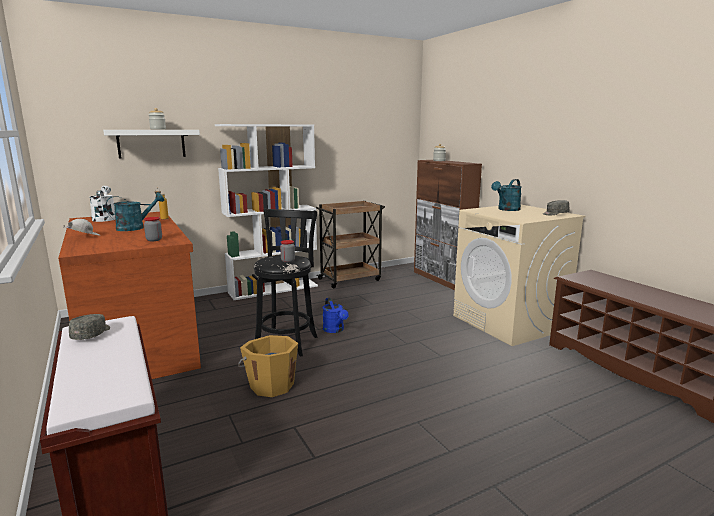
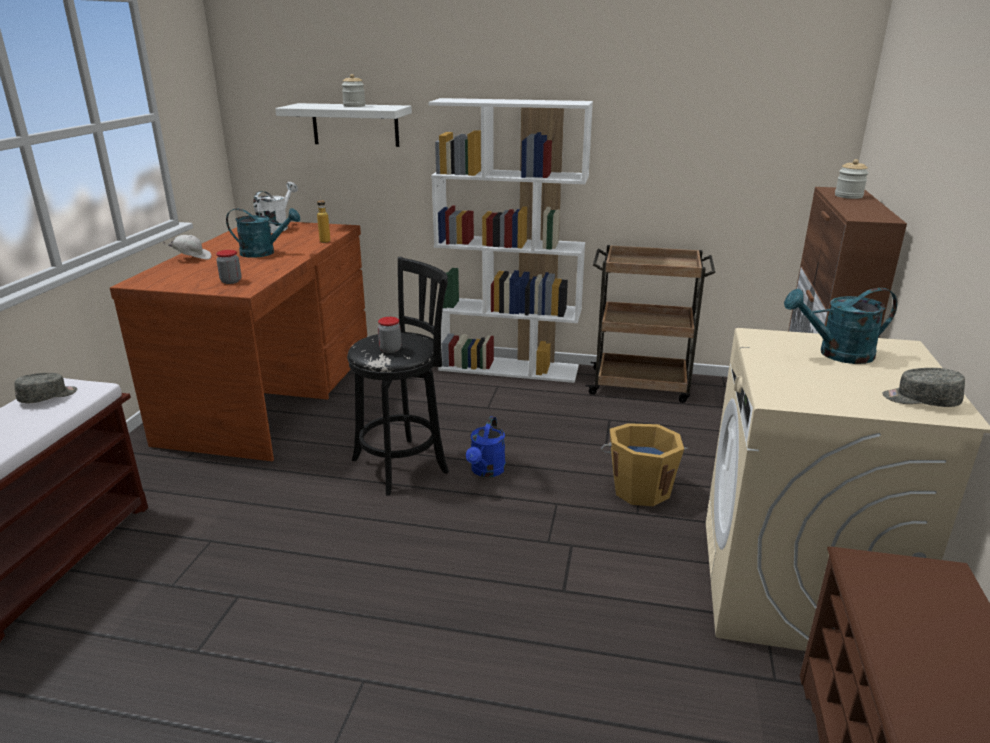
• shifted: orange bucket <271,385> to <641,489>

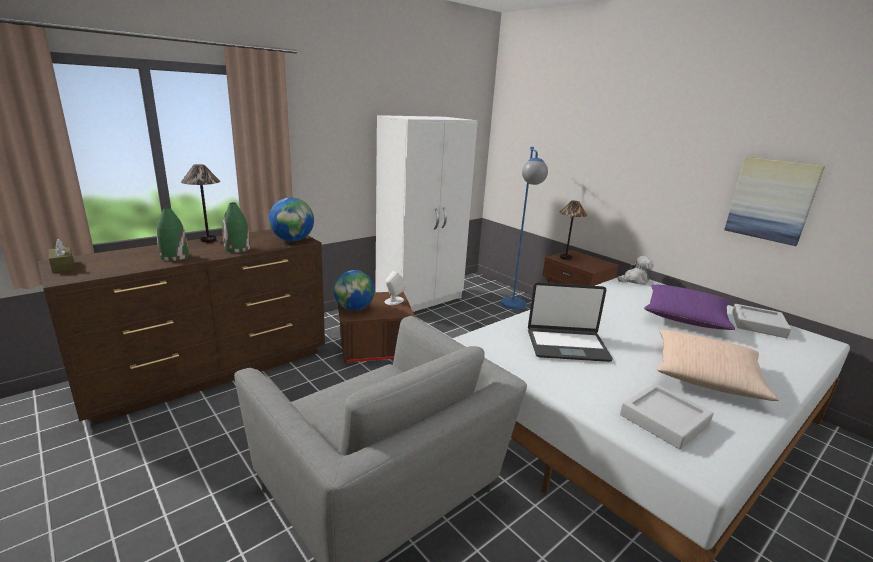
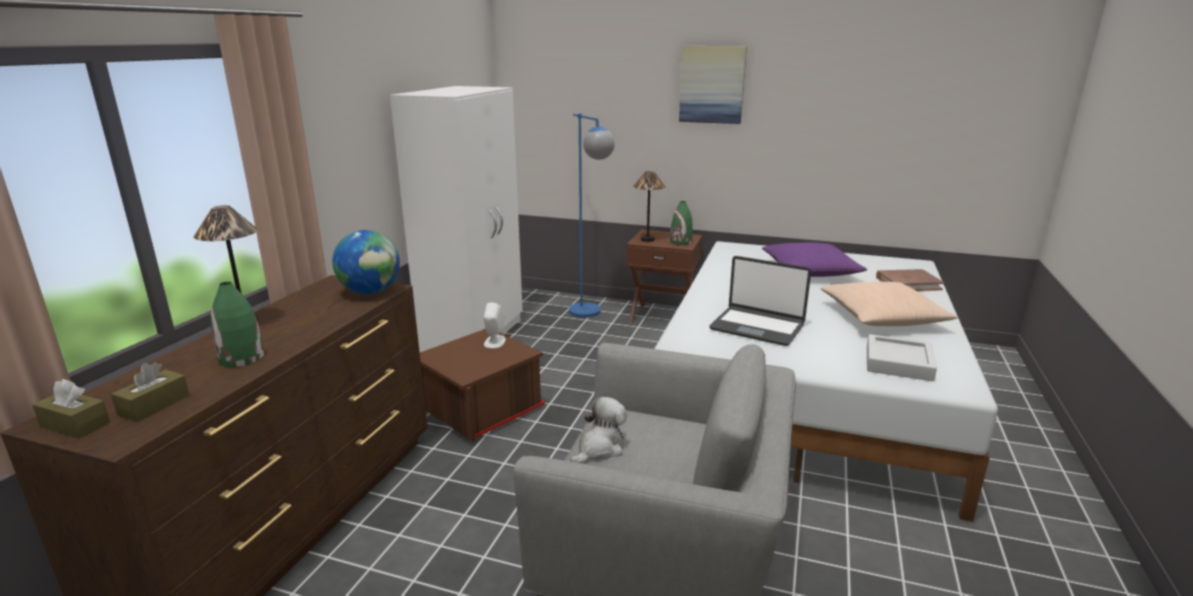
• new: brown tissue box <154,405>
• shifted: plush toy <634,280> to <599,448>
• shifted: green vase <237,249> to <681,242>
• shifted: picture <771,200> to <712,84>
• rotated: laptop <567,345> = <757,327> 60 degrees clockwise
• new: brown book <908,283>
• gone: globe <354,308>
• gone: grey tray <758,324>

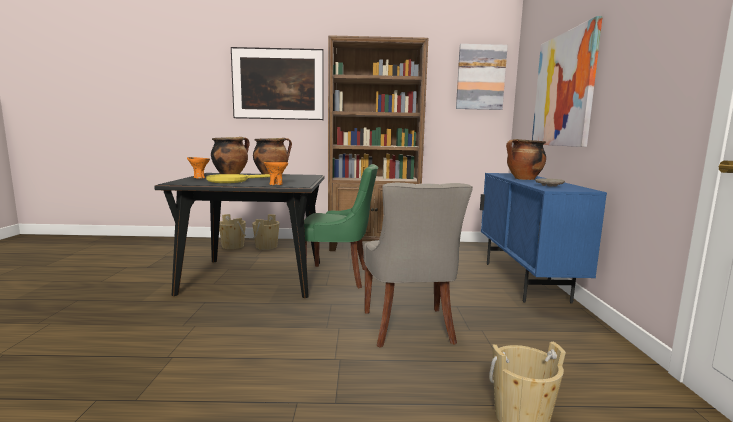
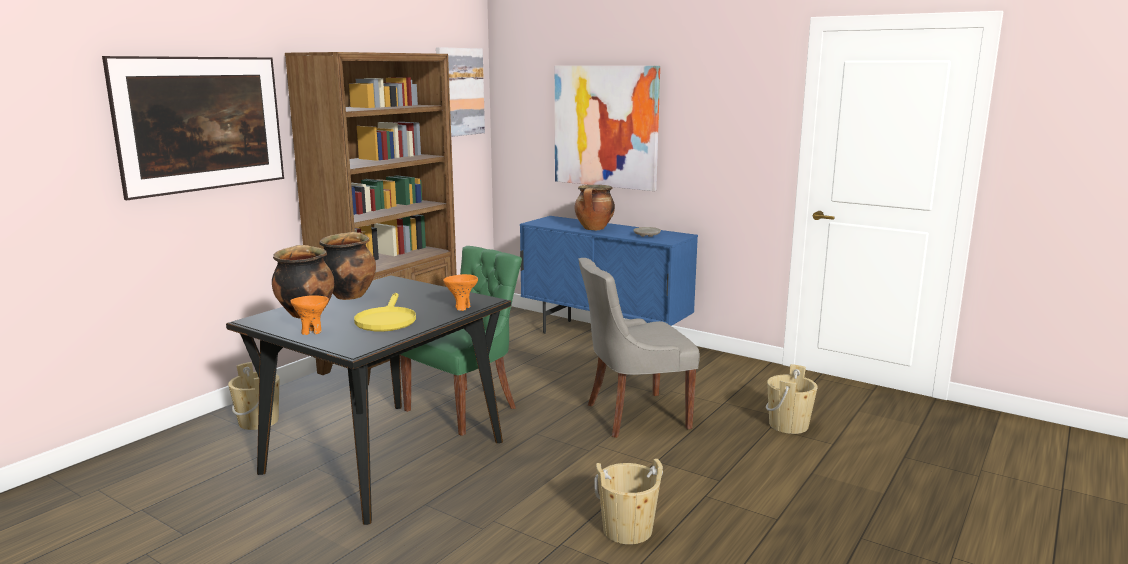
• rotated: grey chair <409,328> = <634,415> 135 degrees clockwise
• shifted: beige bucket <233,246> to <627,530>

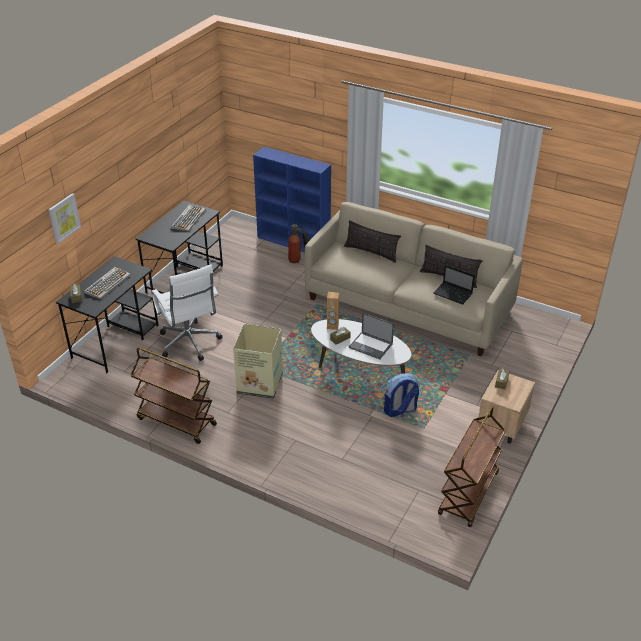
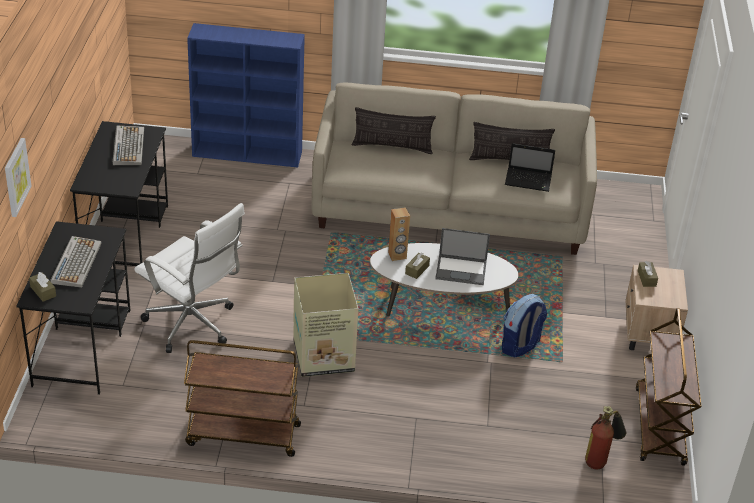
• shifted: fire extinguisher <299,259> to <601,458>

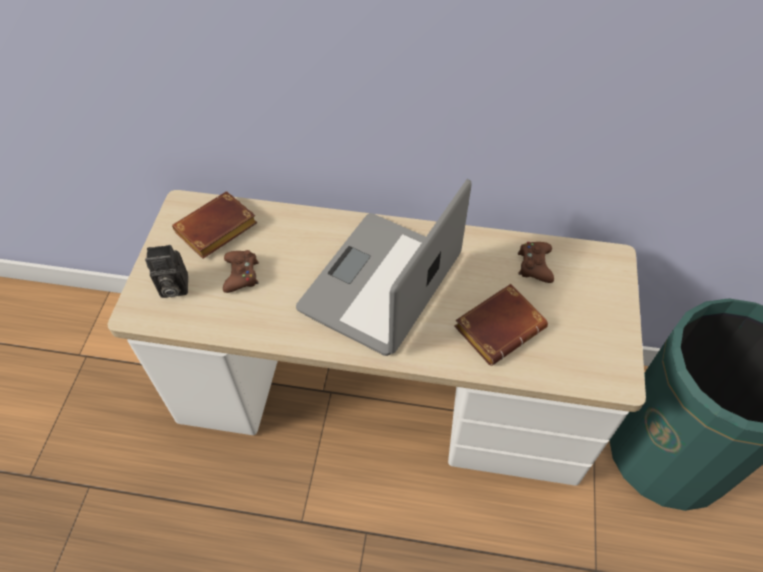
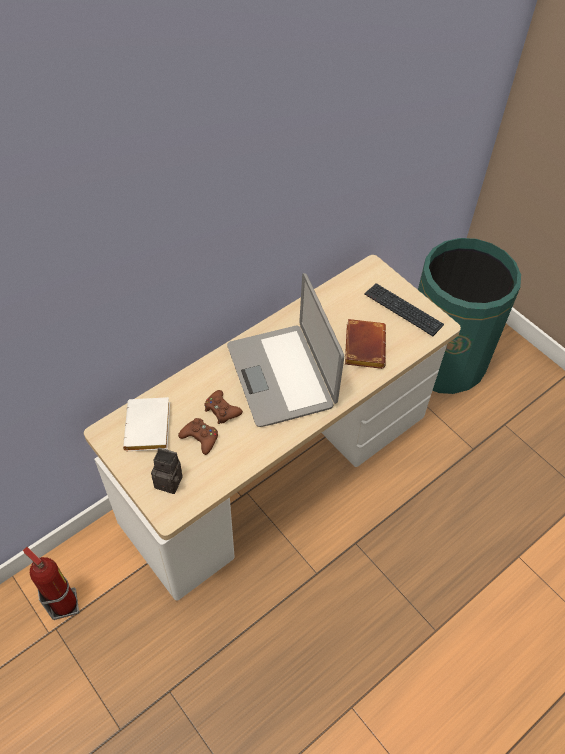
• new: fire extinguisher <64,604>
• repainted: brown book <216,231> to white book <150,429>
• rotated: photo camera <172,288> = <170,481> 105 degrees counterclockwise
• shifted: brown game controller <534,265> to <221,410>
• new: keyboard <403,310>

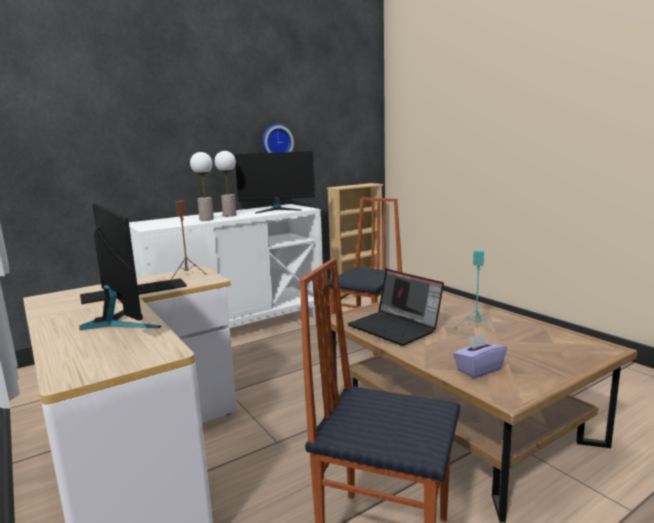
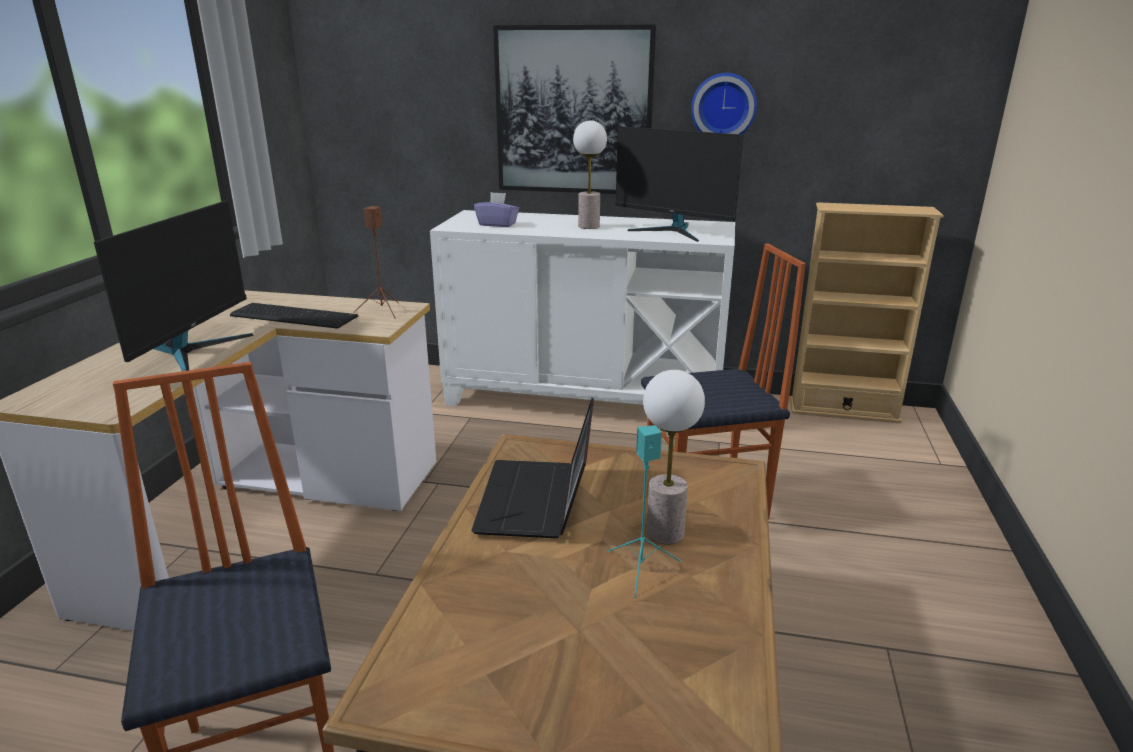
• shifted: purple tissue box <478,369> to <497,224>
• new: picture <573,111>
• shifted: table lamp <206,219> to <665,532>

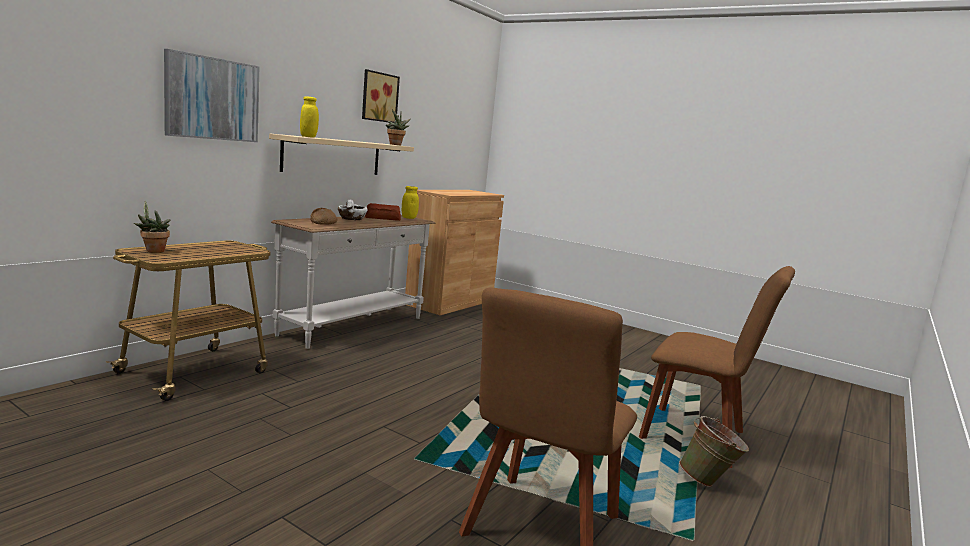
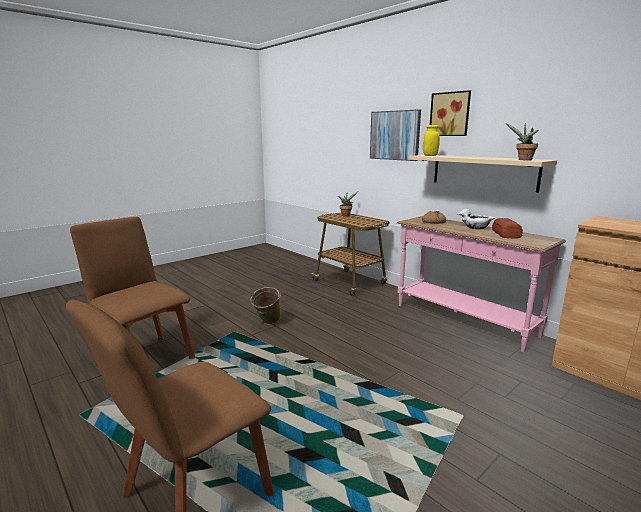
• shifted: green bucket <709,482> to <267,323>
• repainted: white console table <354,326> to pink console table <463,320>
• shifted: picture <378,97> to <450,114>
• gone: yellow jar <409,218>

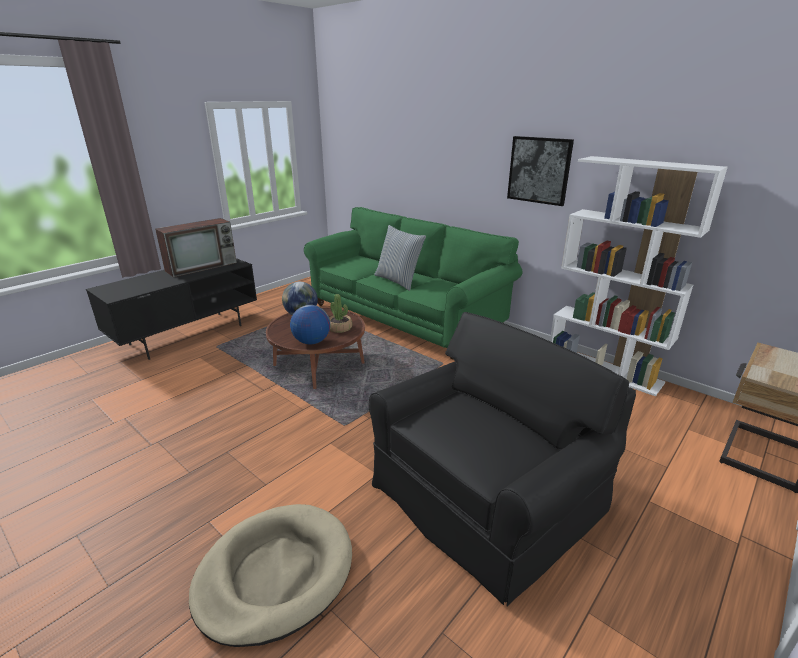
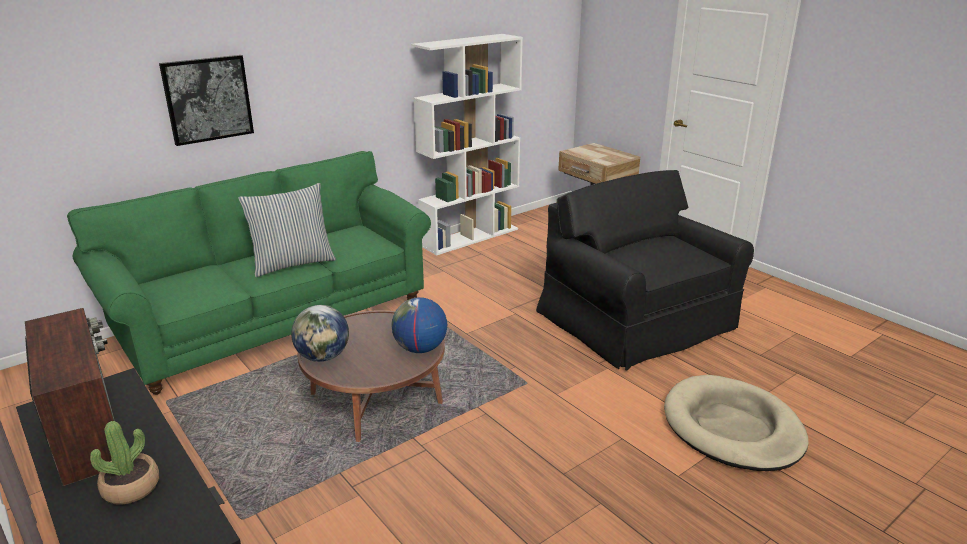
• shifted: potted plant <340,328> to <131,487>
• shifted: picture <539,170> to <208,99>

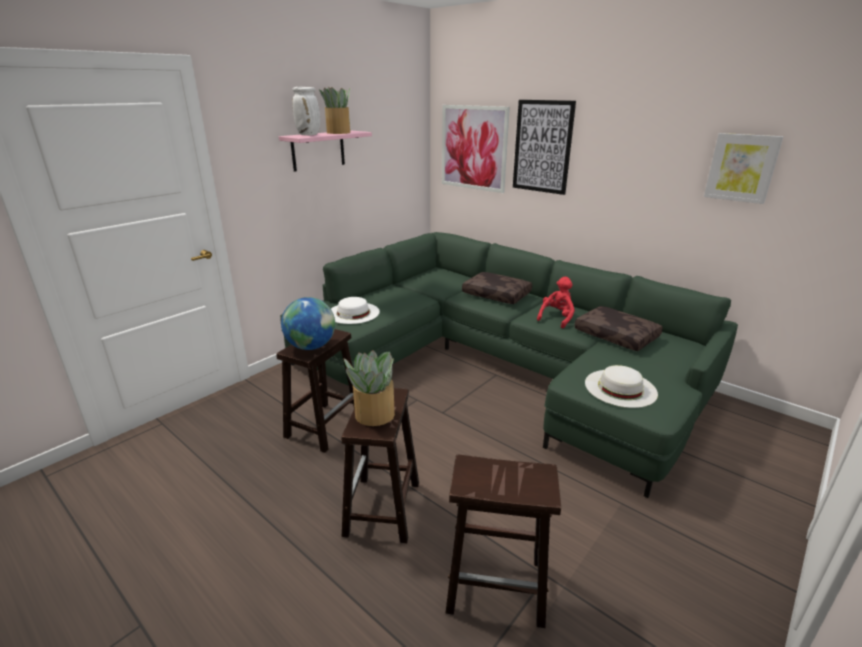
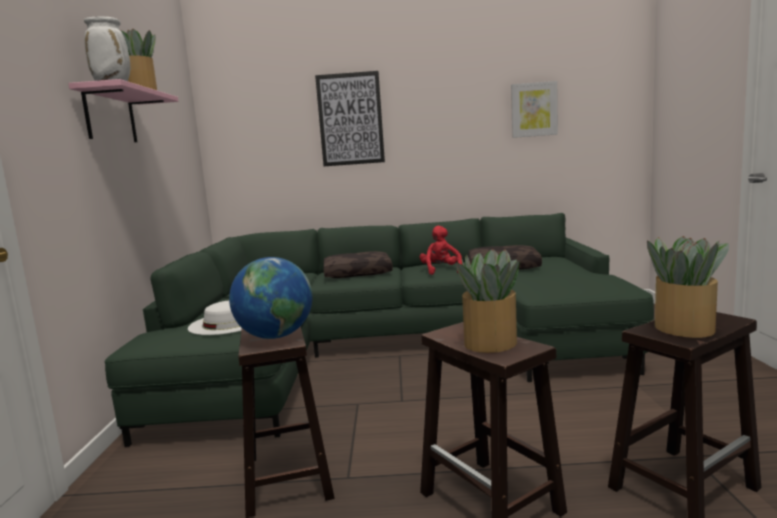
• new: potted plant <683,328>
• gone: picture <473,148>
• gone: white hat <620,388>

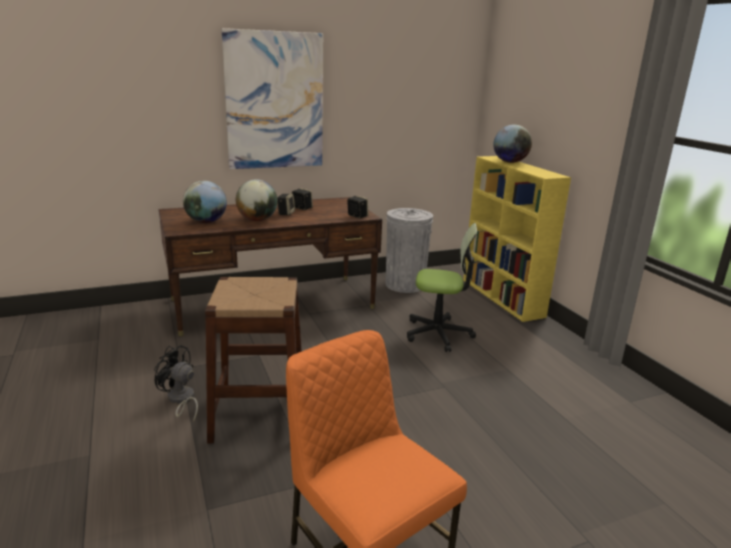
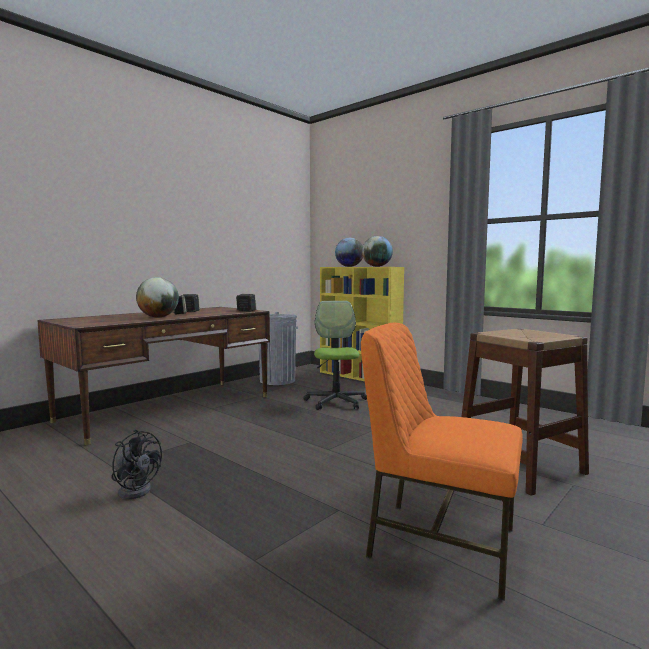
• rotated: black fan <180,400> = <136,489> 150 degrees counterclockwise
• rotated: office chair <438,334> = <336,402> 75 degrees counterclockwise
• shifted: globe <206,222> to <377,266>
• shifted: brown stool <259,413> to <520,466>
• gone: picture <274,101>

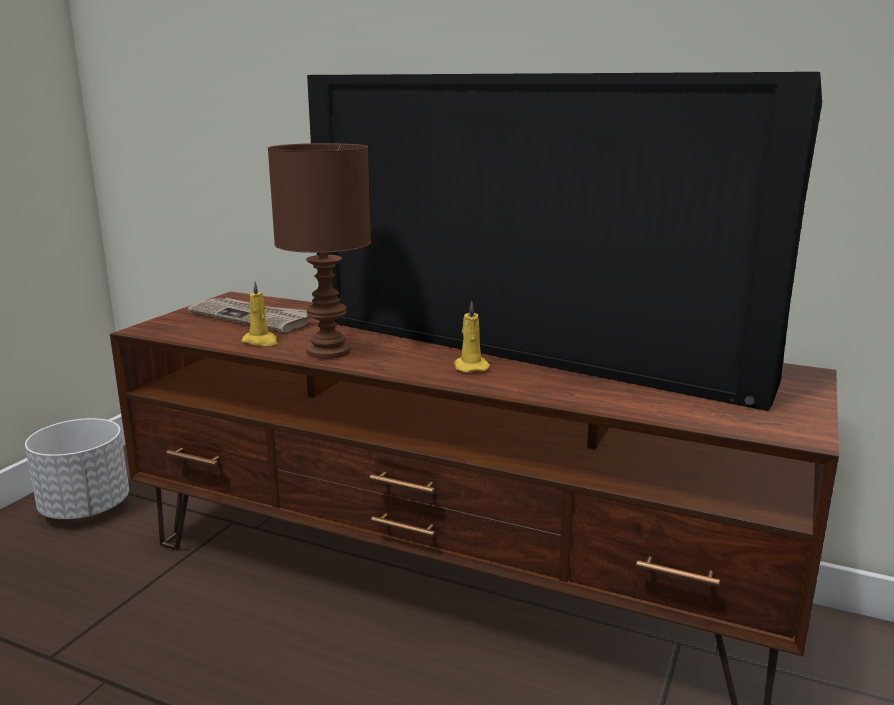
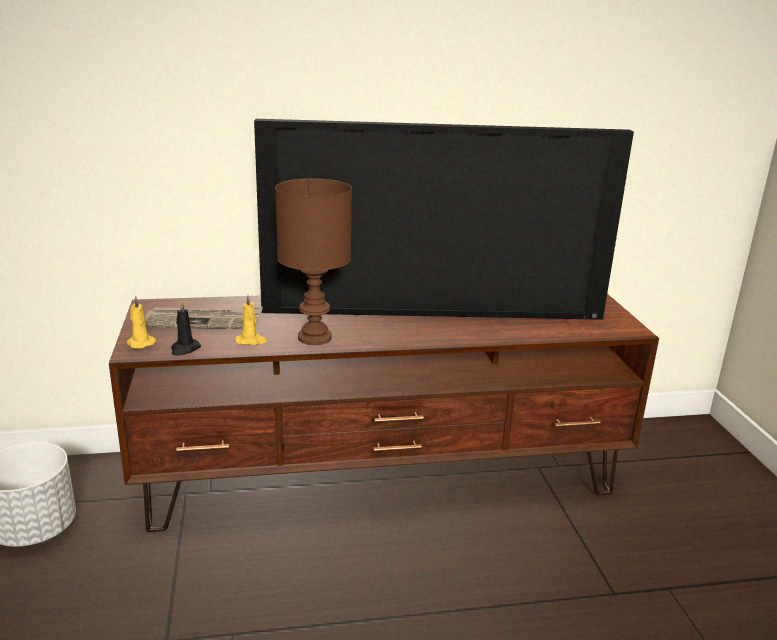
• shifted: yellow candle <470,367> to <140,343>
• new: black candle <184,349>

